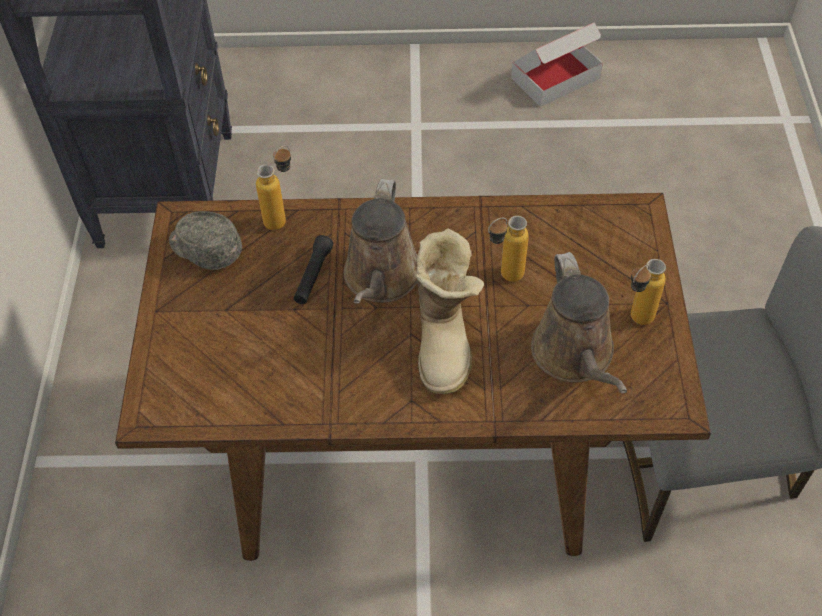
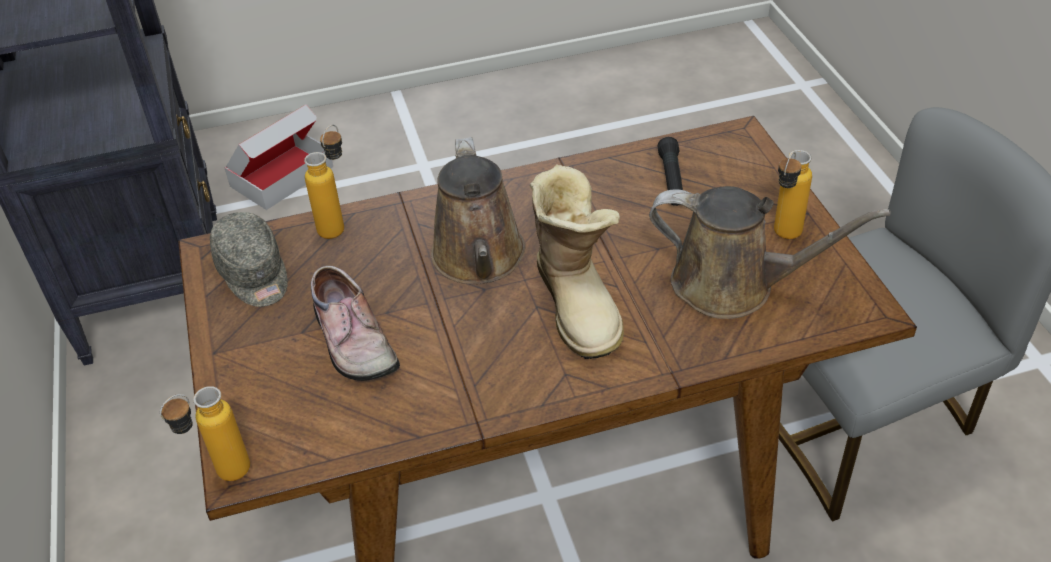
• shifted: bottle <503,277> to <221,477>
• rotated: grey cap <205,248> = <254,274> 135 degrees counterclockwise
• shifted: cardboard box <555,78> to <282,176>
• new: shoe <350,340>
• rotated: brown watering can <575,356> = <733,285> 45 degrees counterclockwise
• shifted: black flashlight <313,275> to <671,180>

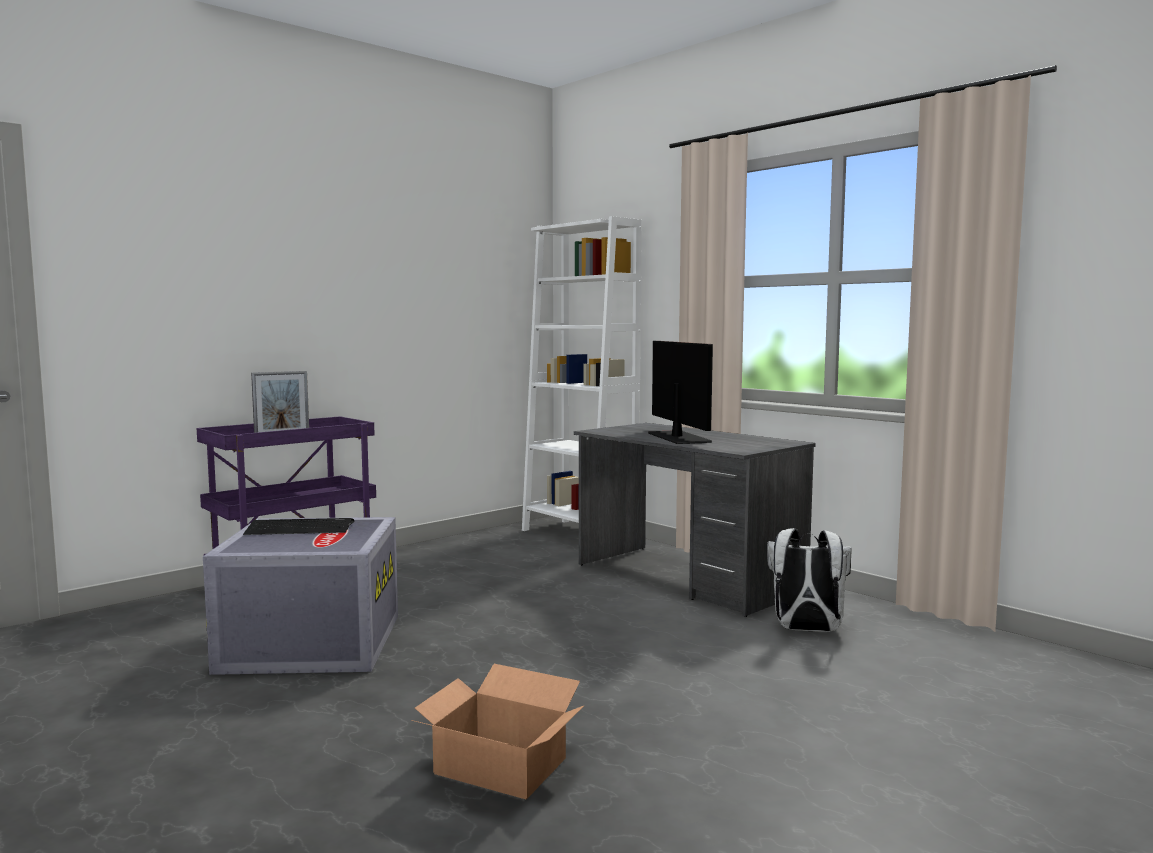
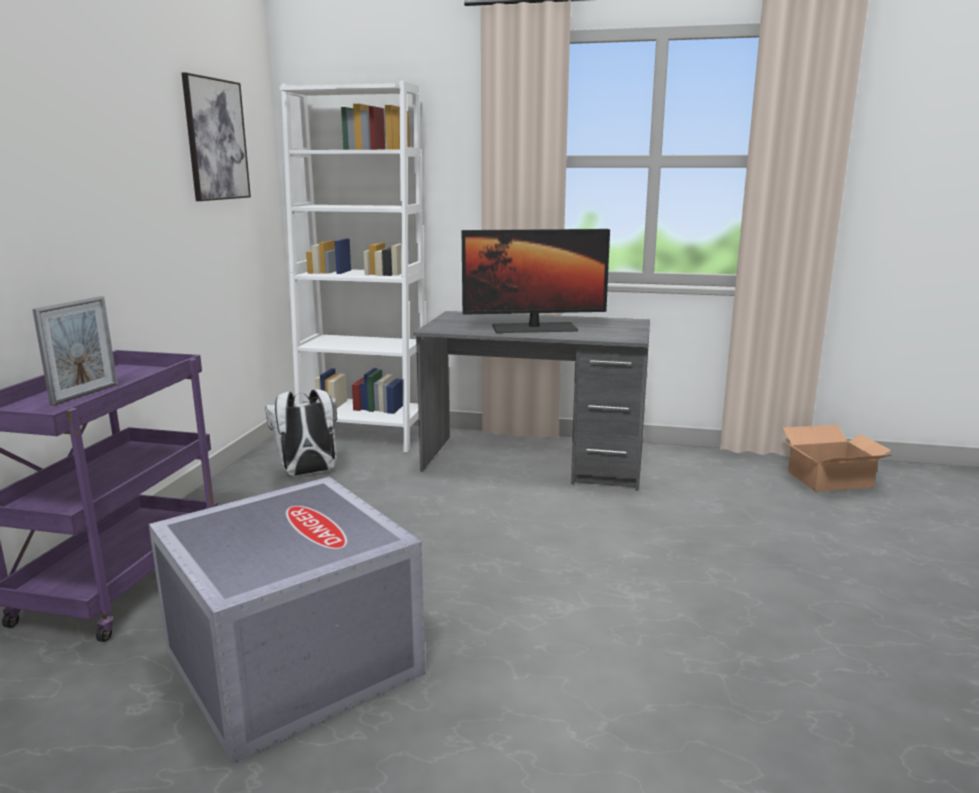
• new: picture <216,139>
• shifted: white backpack <806,630> to <308,473>
• rotated: monitor <678,437> = <534,328> 135 degrees clockwise
• shifted: cardboard box <501,767> to <831,479>
• gone: keyboard <299,529>

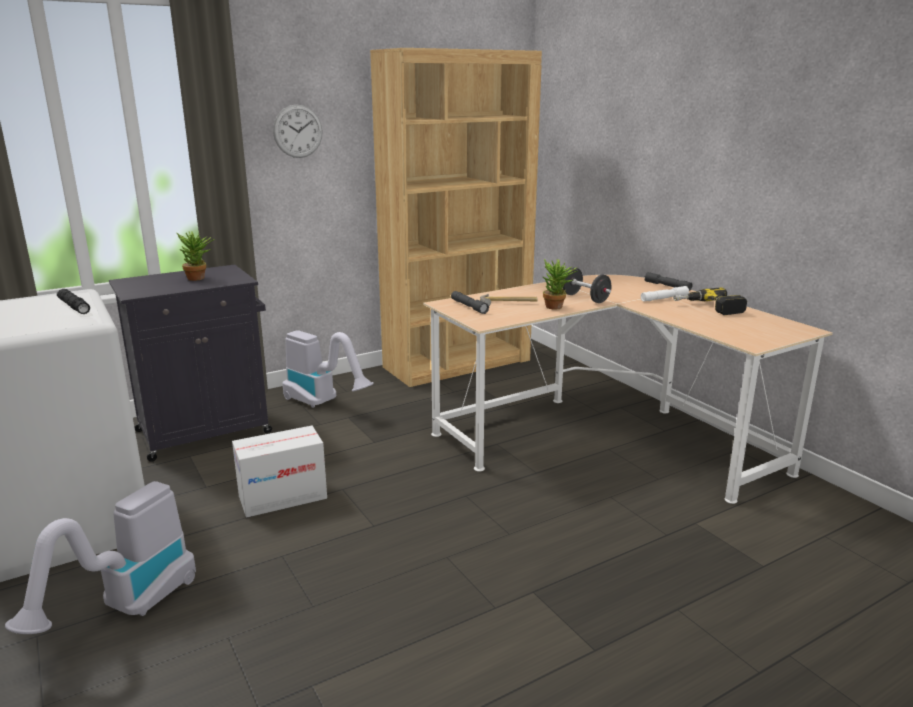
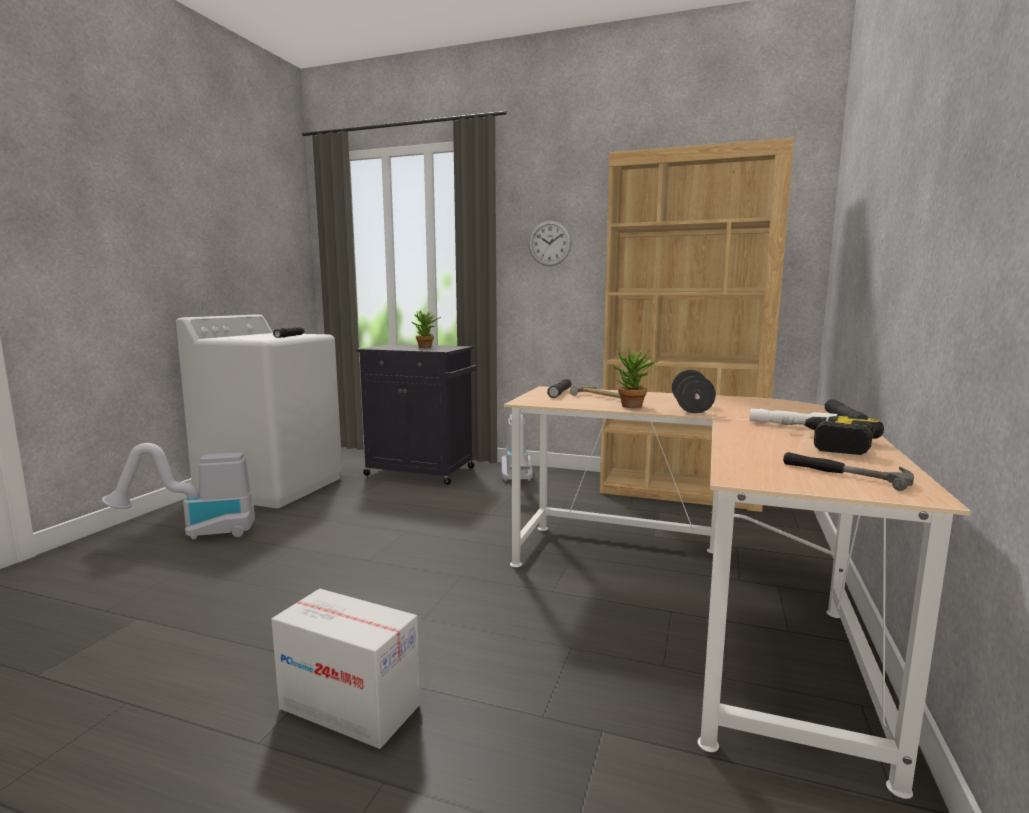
• shifted: cardboard box <282,497> to <349,707>
• new: hammer <844,474>

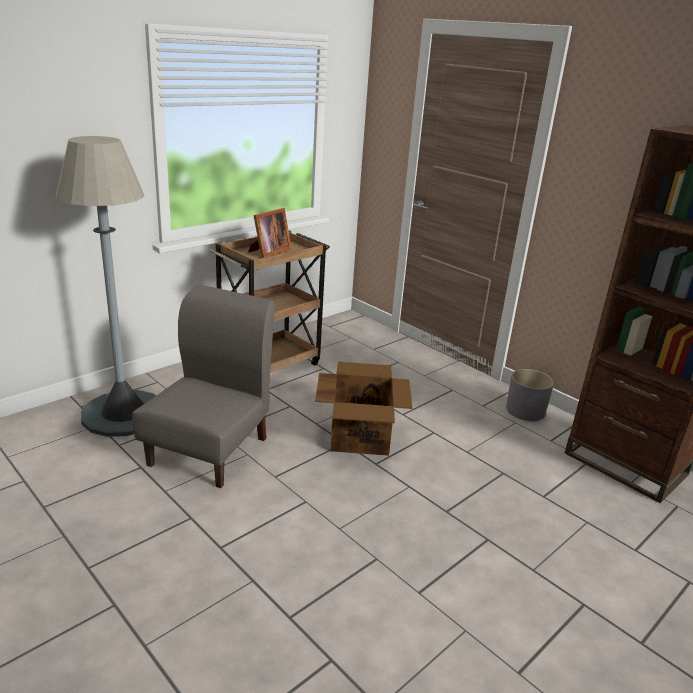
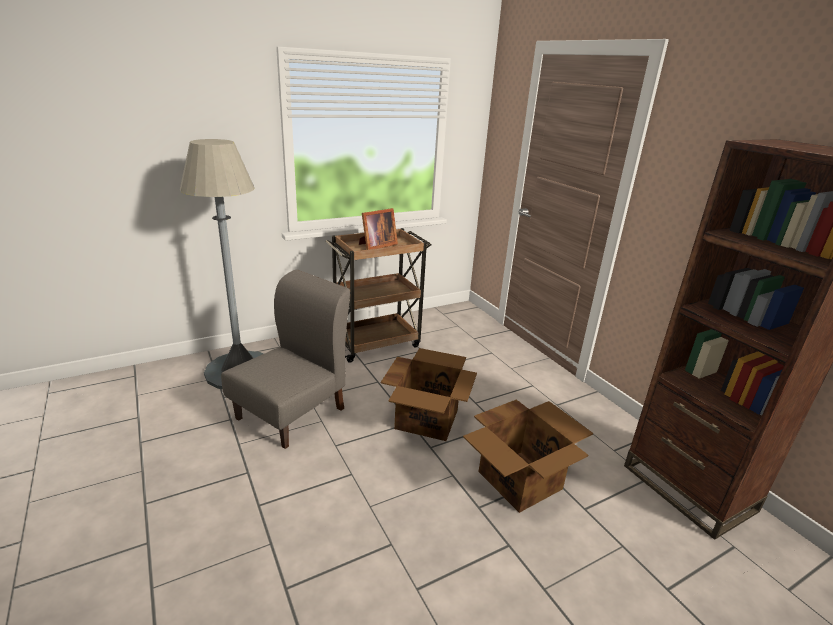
• new: cardboard box <521,480>
• gone: grey planter <525,411>

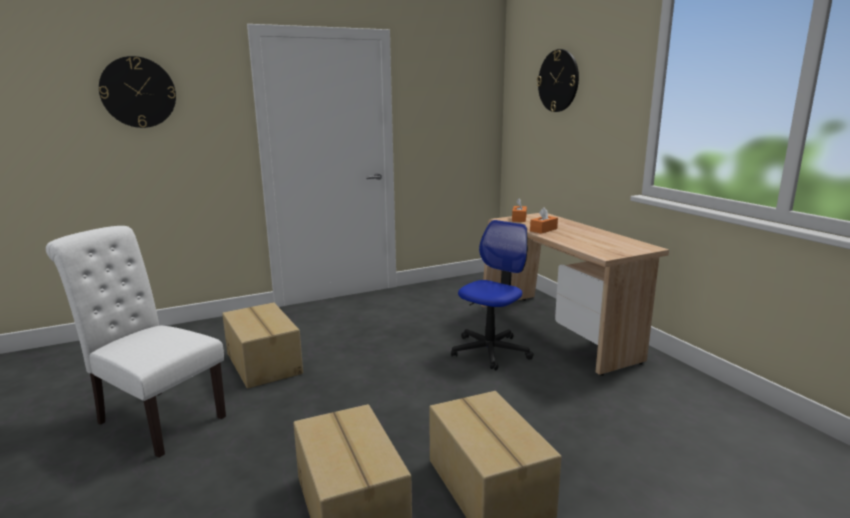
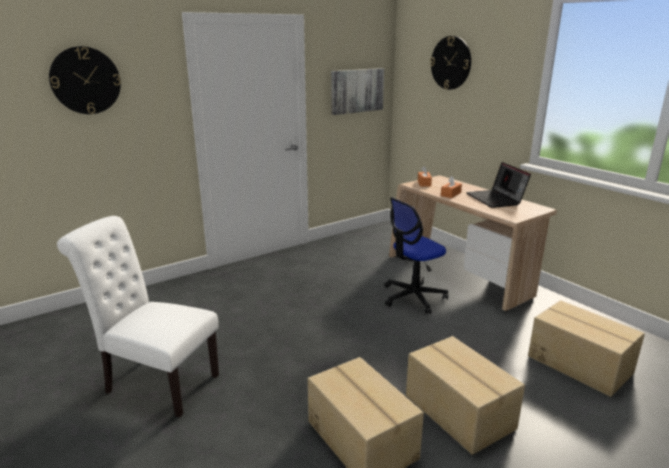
• new: picture <356,91>
• rotated: office chair <490,351> = <413,297> 150 degrees counterclockwise
• new: laptop <496,199>
• shifted: cardboard box <265,363> to <579,364>

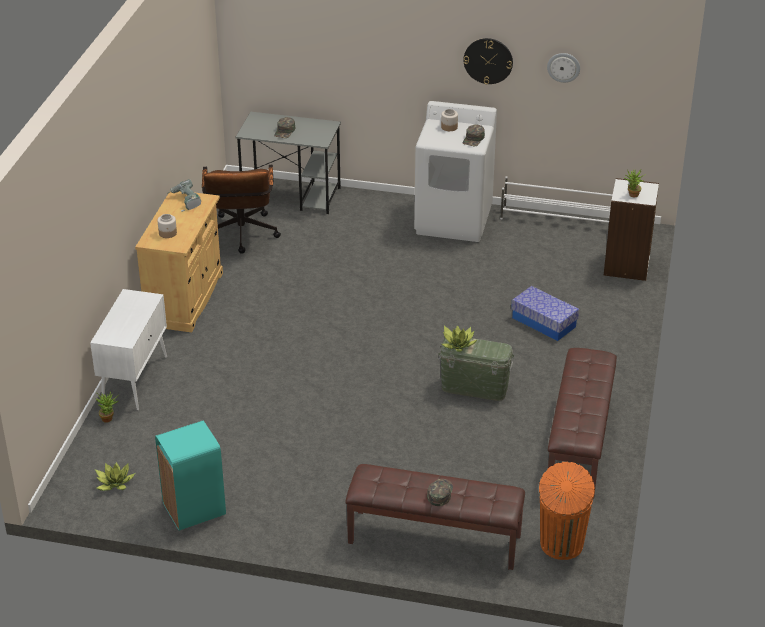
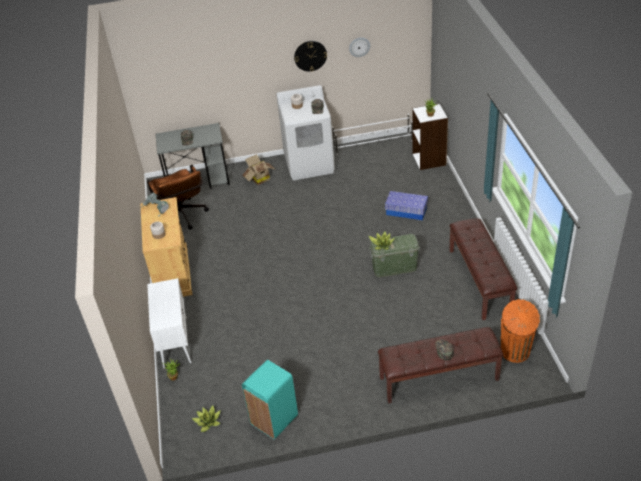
• new: cardboard box <259,179>

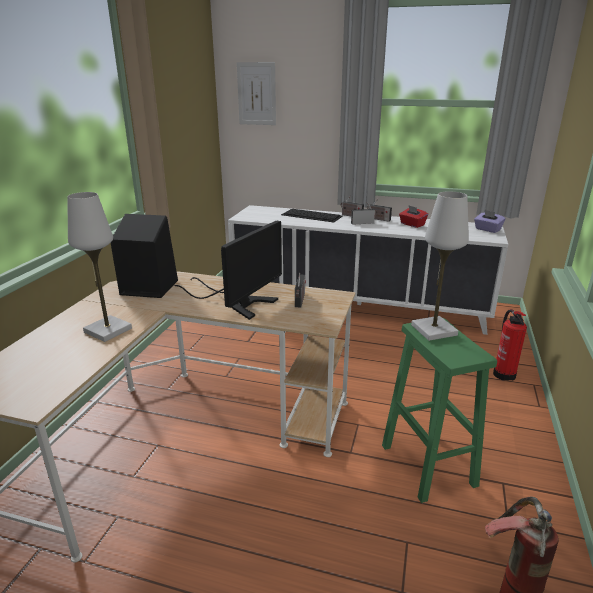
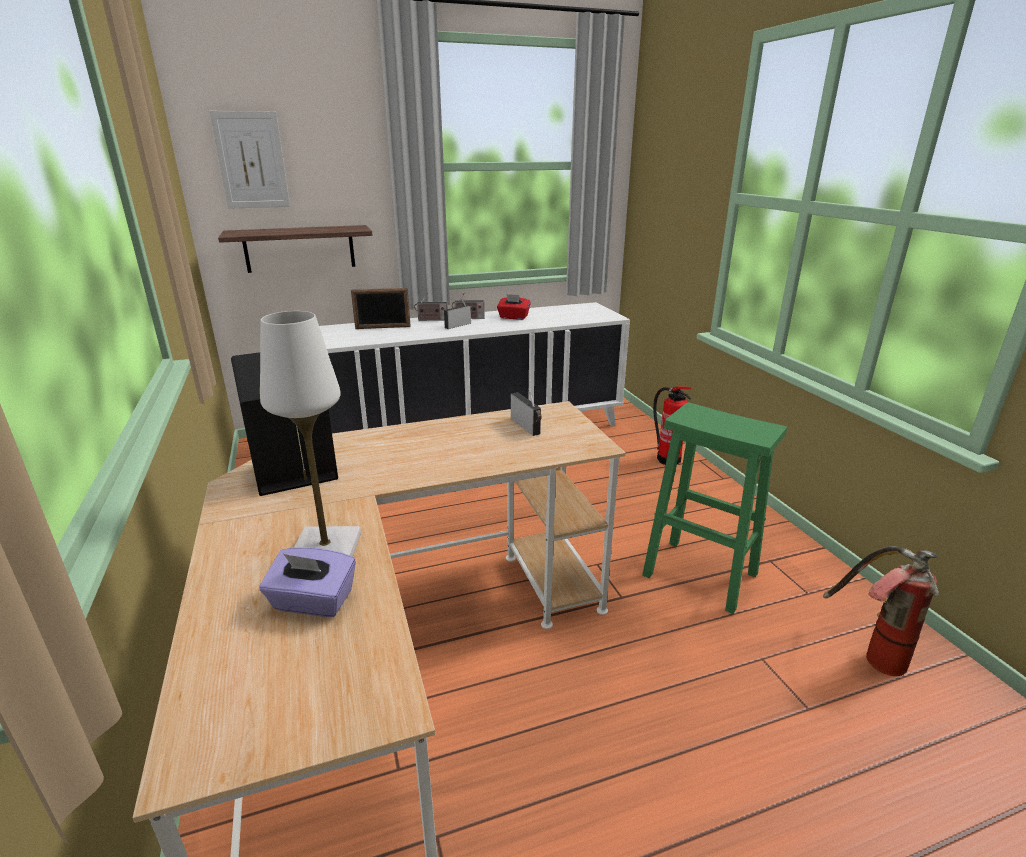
• new: shelf <299,248>
• shifted: purple tissue box <487,229> to <312,602>
• swapped: keyboard <312,215> to picture frame <383,327>
• gone: monitor <238,302>
• gone: white table lamp <433,330>

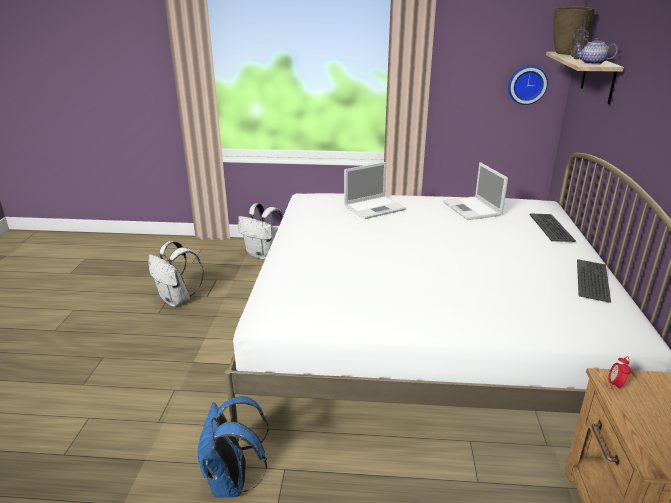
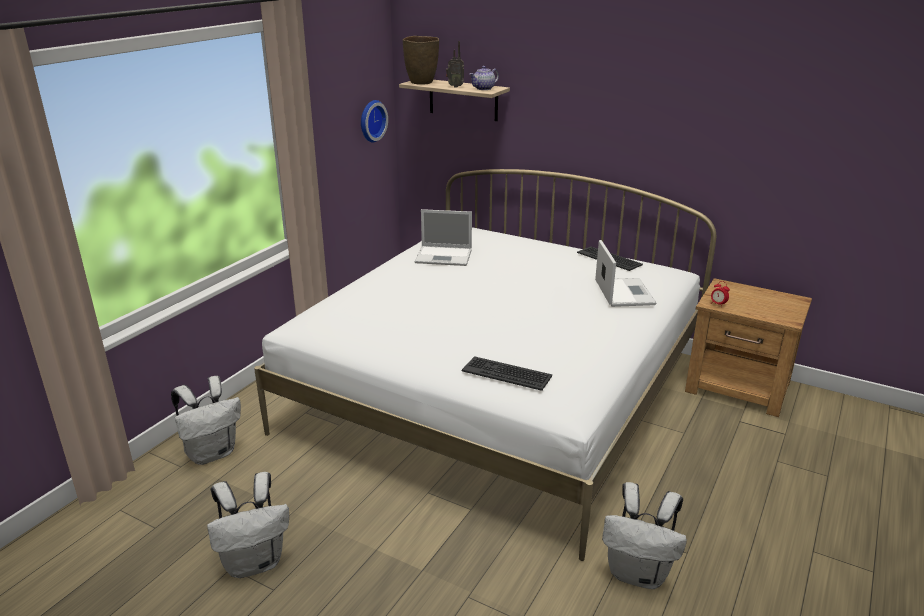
• shifted: keyboard <551,228> to <507,373>
• shifted: laptop <375,207> to <623,292>
• repainted: blue backpack <232,482> to white backpack <638,573>

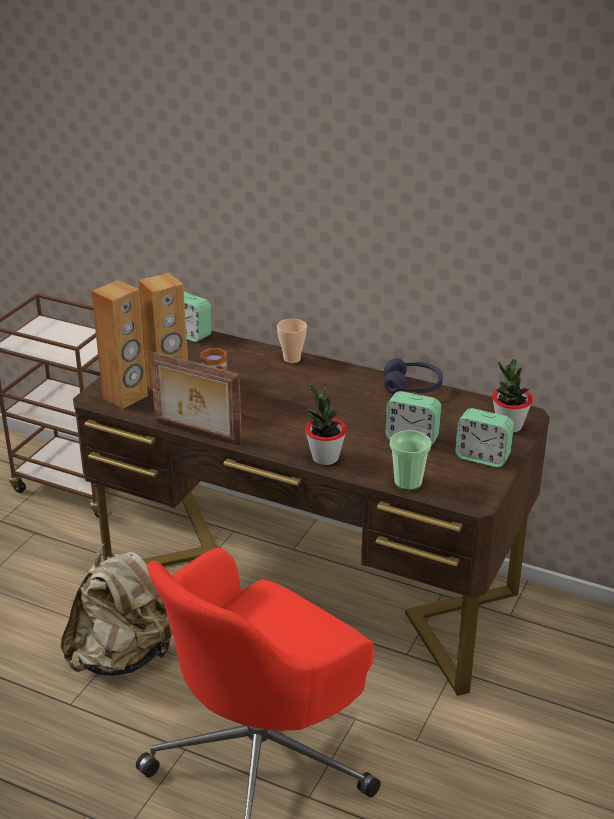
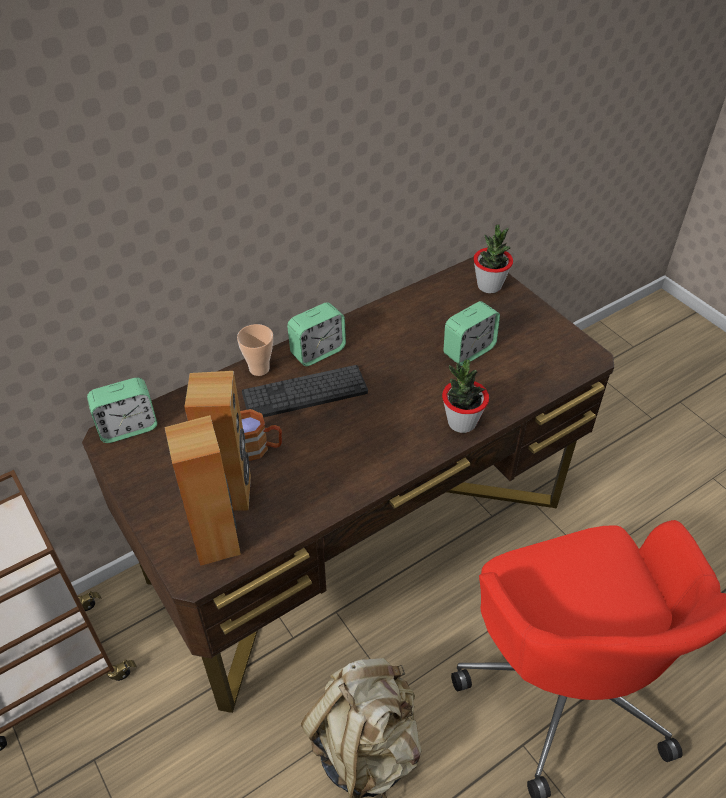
• new: keyboard <305,393>
• shifted: alarm clock <482,457> to <317,352>
• gone: picture frame <196,433>
• gone: purple headphones <412,387>
• gone: cup <408,482>

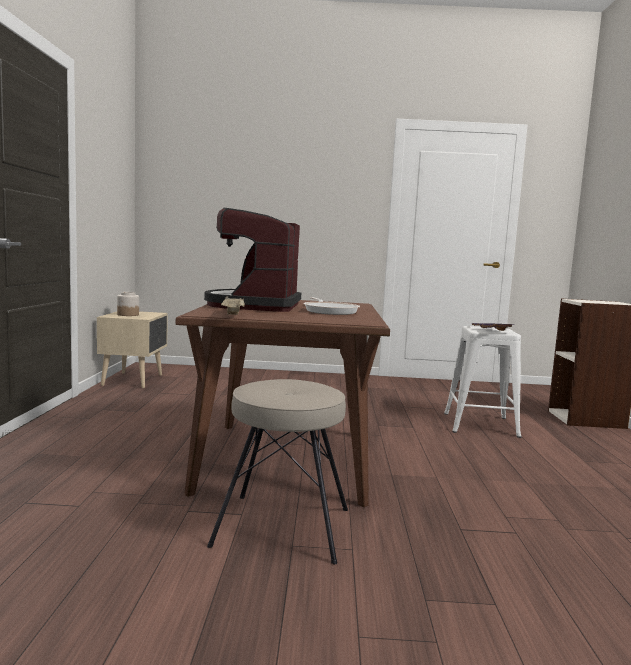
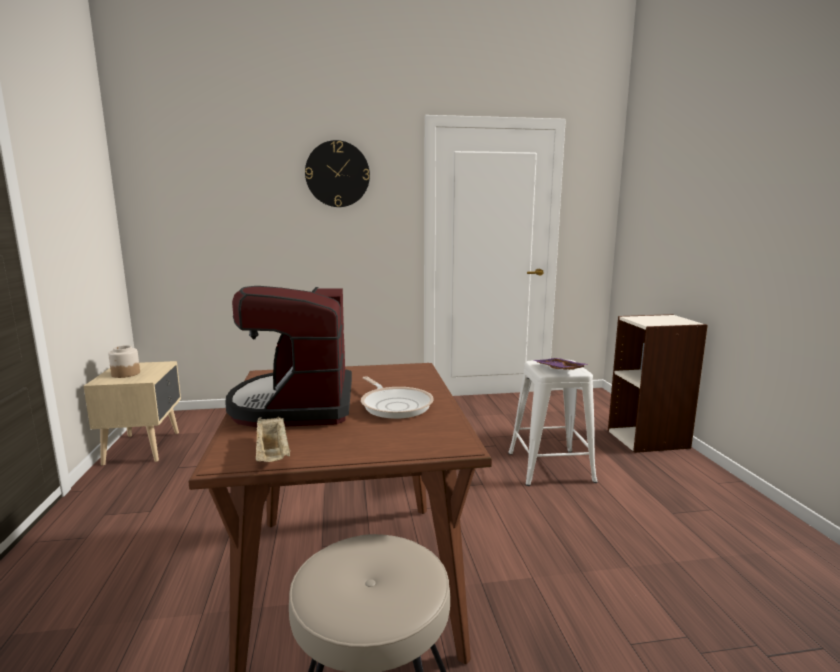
• new: wall clock <337,174>

